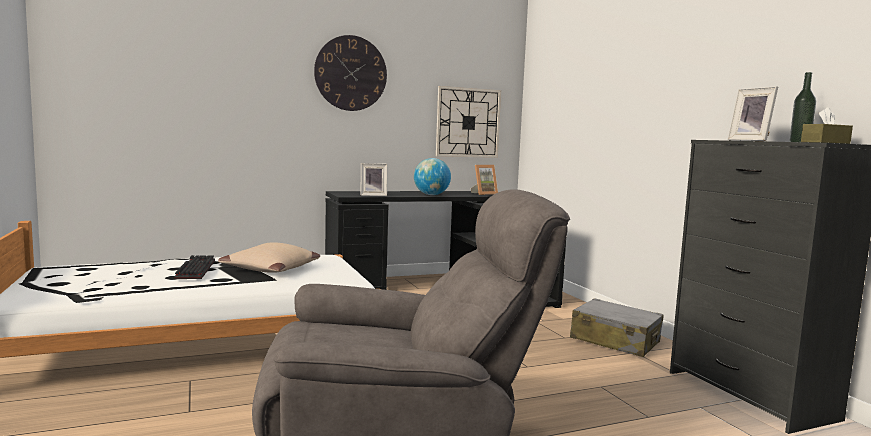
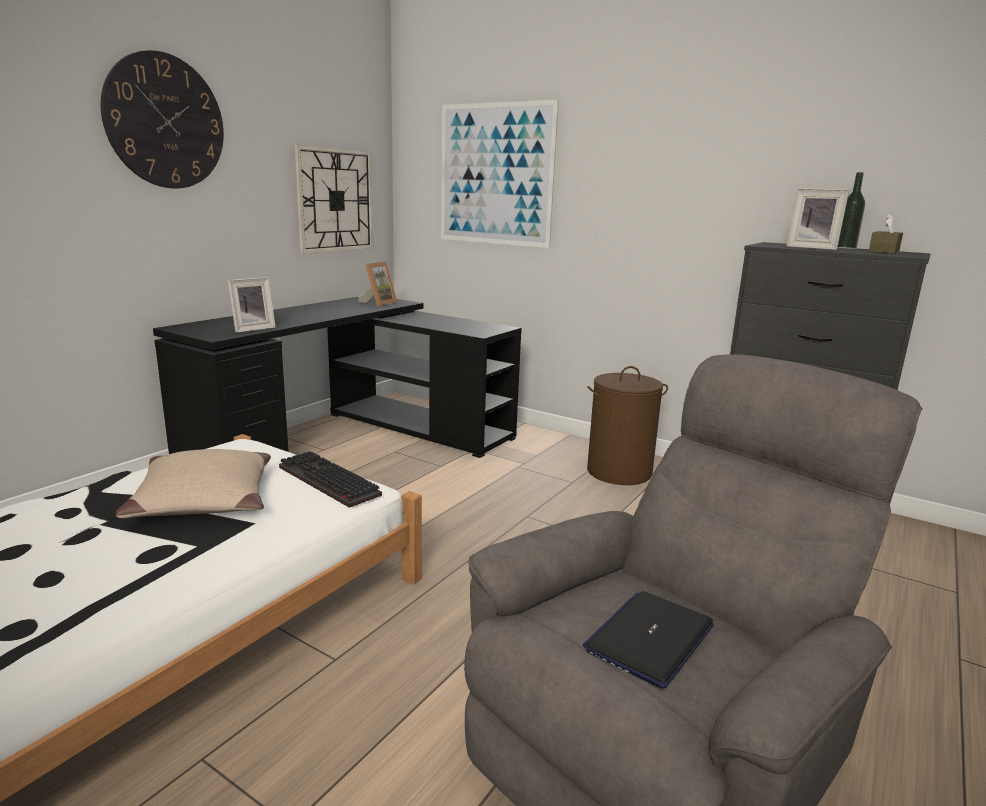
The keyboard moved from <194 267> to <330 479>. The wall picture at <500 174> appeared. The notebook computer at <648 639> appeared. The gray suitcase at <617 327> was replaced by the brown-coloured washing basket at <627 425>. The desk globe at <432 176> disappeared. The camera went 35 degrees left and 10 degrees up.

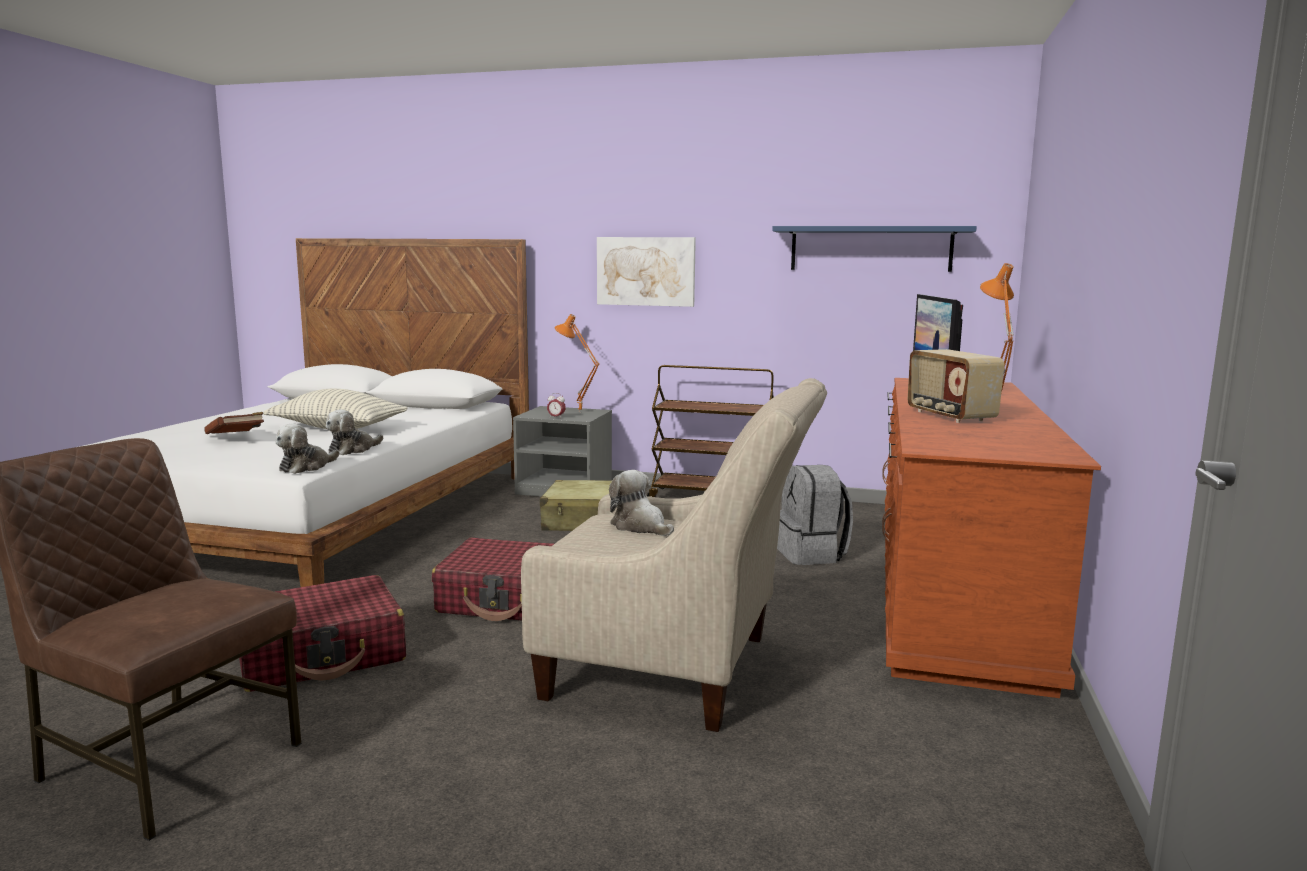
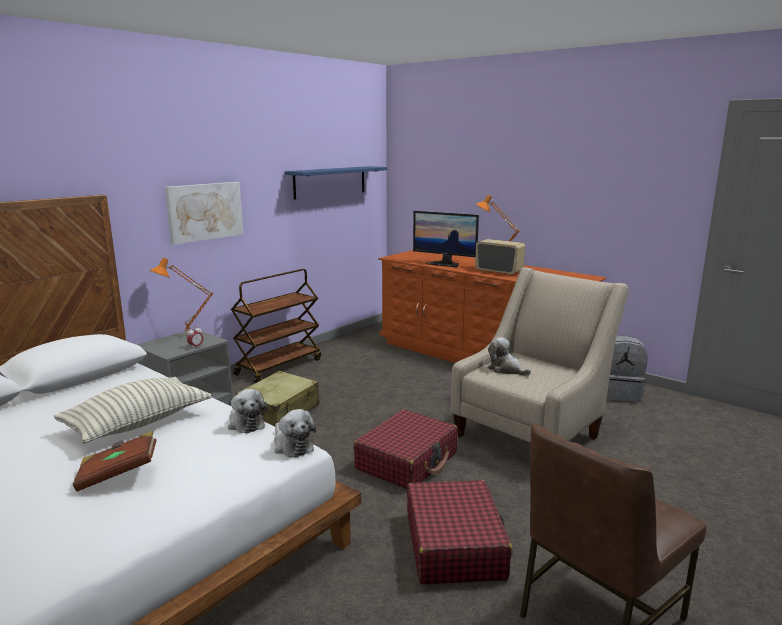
The radio set at <956 386> turned 150 degrees counterclockwise. The cuddly toy at <641 503> turned 60 degrees clockwise. The gray knapsack moved from <815 515> to <627 369>. The camera went 65 degrees left and 5 degrees up.

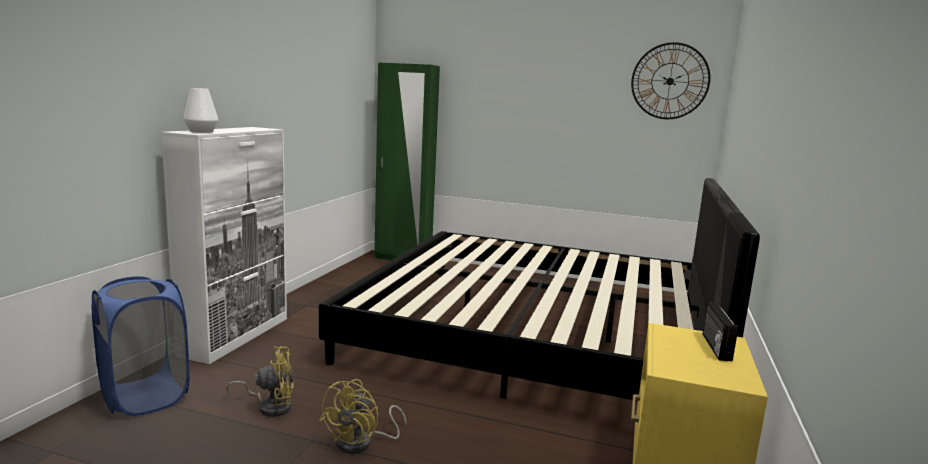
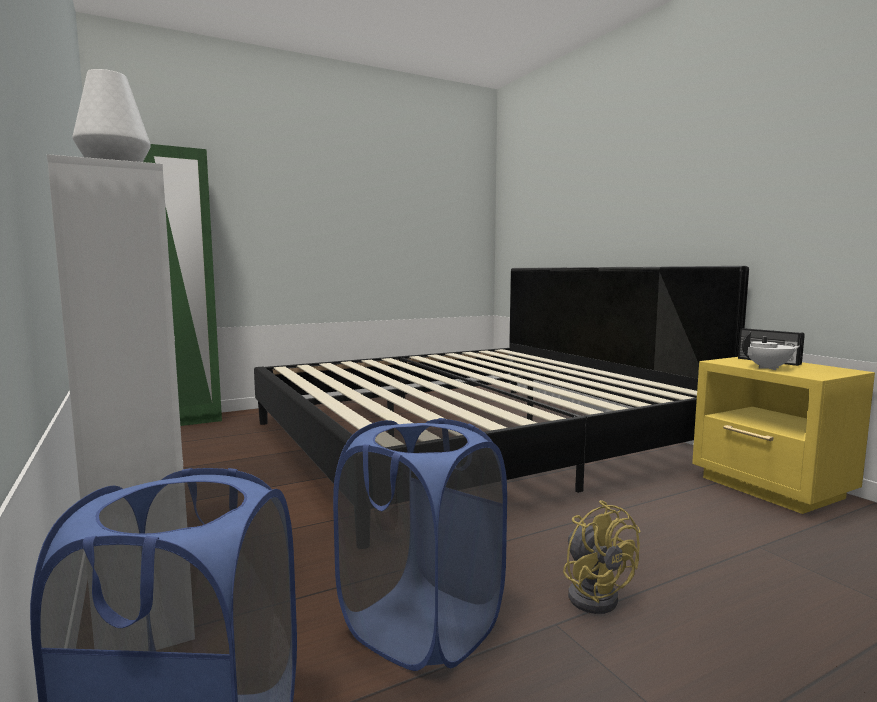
The yellow electric fan at <260 381> was replaced by the blue washing basket at <420 544>. The white-coloured tea pot at <771 351> appeared. The hanging clock at <670 80> disappeared. The camera went 45 degrees left and 5 degrees down.

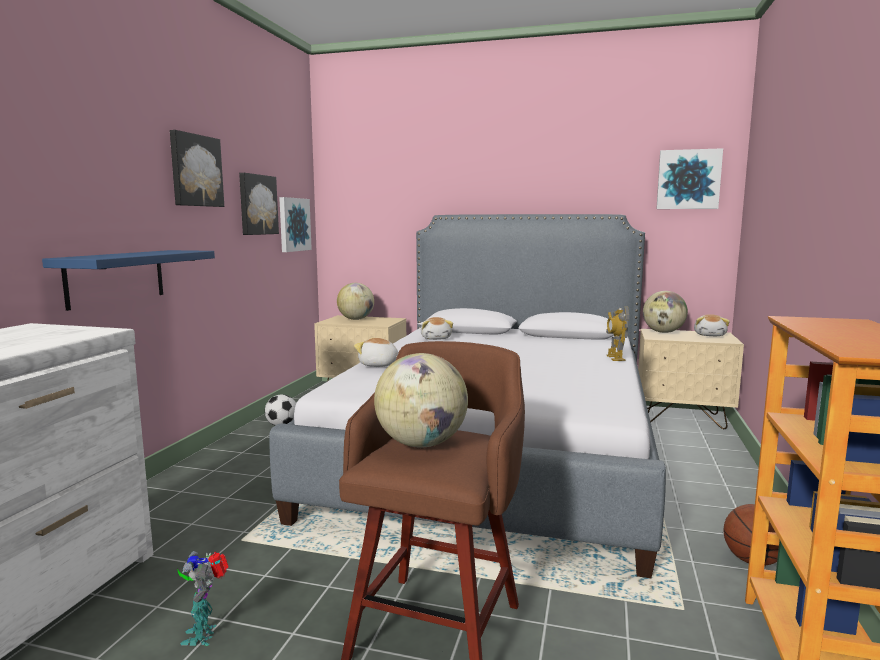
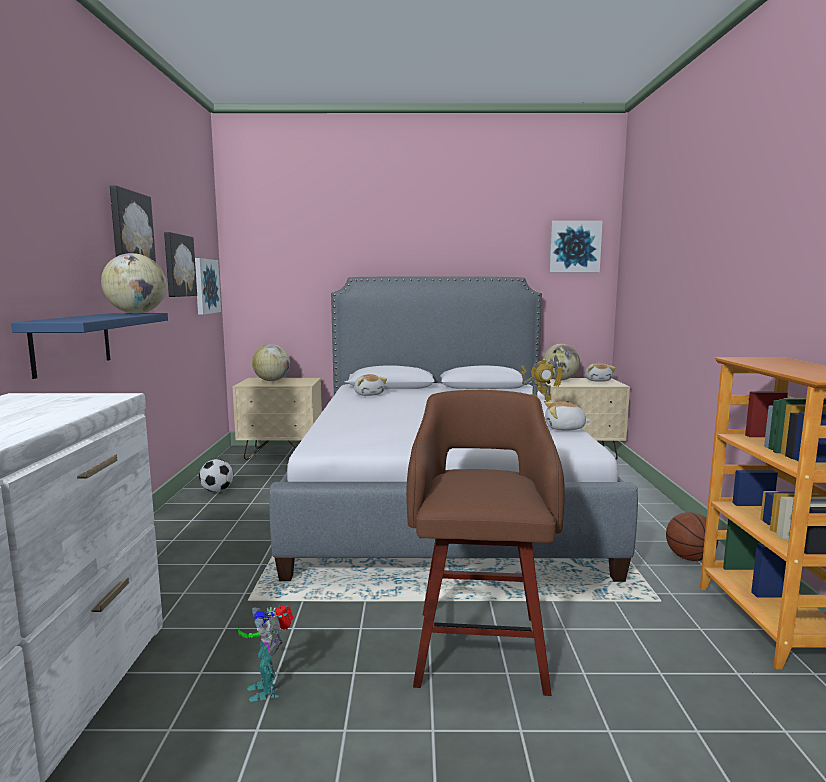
The desk globe moved from <421 400> to <134 283>. The robot figure at <617 333> turned 75 degrees counterclockwise. The cuddly toy moved from <376 352> to <568 416>. The camera went 15 degrees left and 0 degrees up.

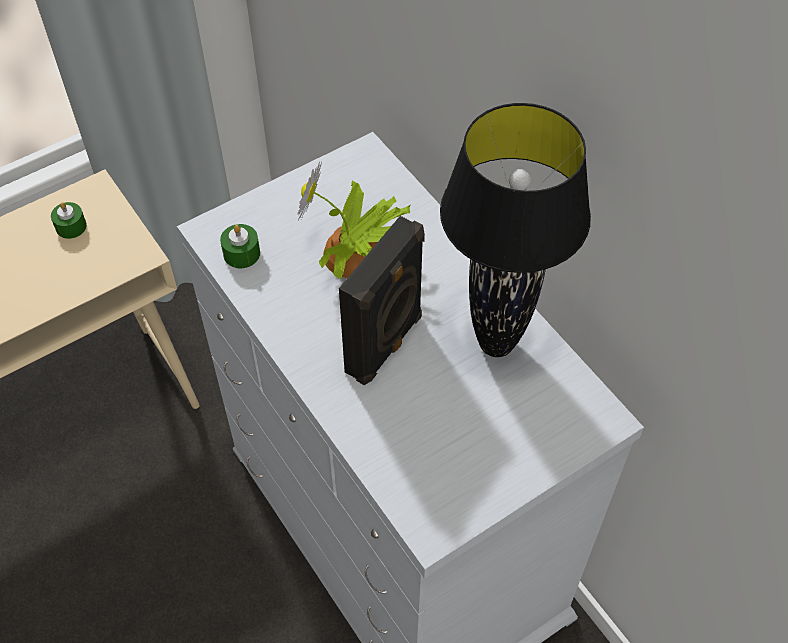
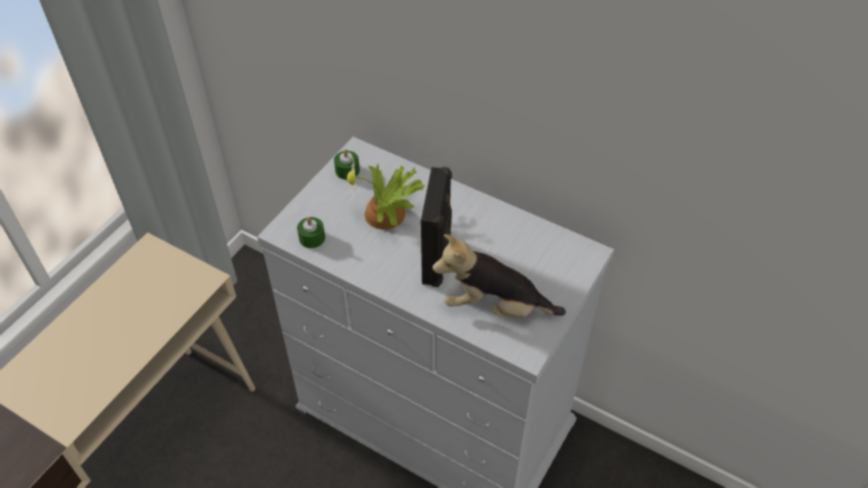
The greenish candle moved from <69 220> to <347 164>. The cuddly toy at <499 276> appeared. The black table lamp at <515 230> disappeared. The camera went 25 degrees left and 5 degrees down.

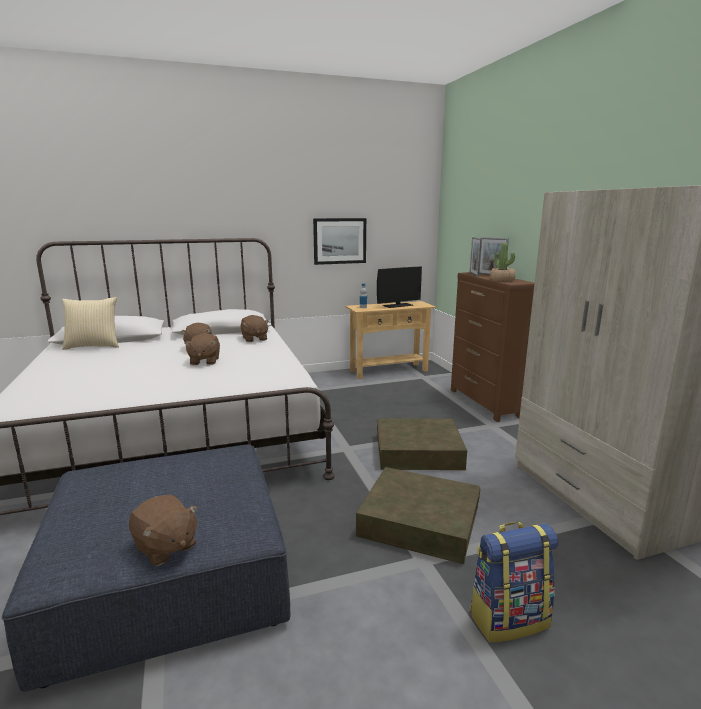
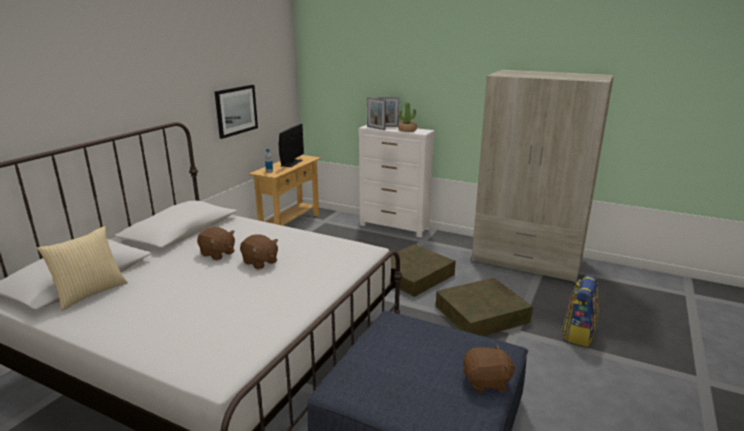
The brown-coloured drawer chest at <492 347> became the white-coloured drawer chest at <396 181>. The brown-coloured cuddly toy at <254 328> disappeared. The camera went 45 degrees left and 5 degrees up.

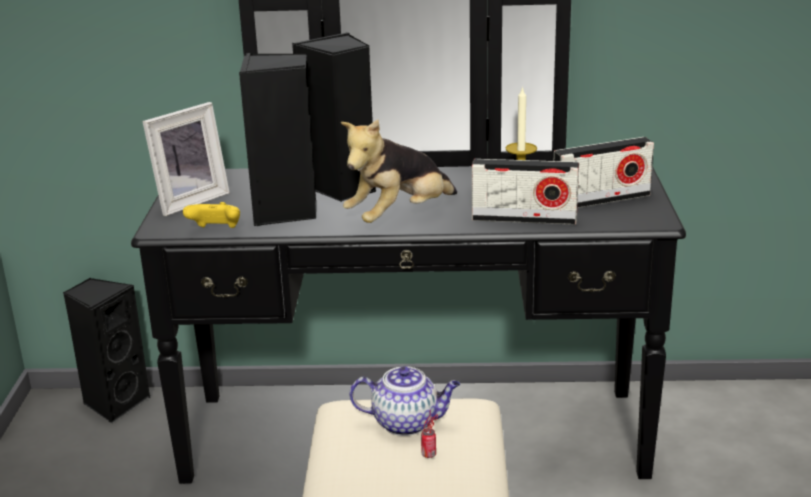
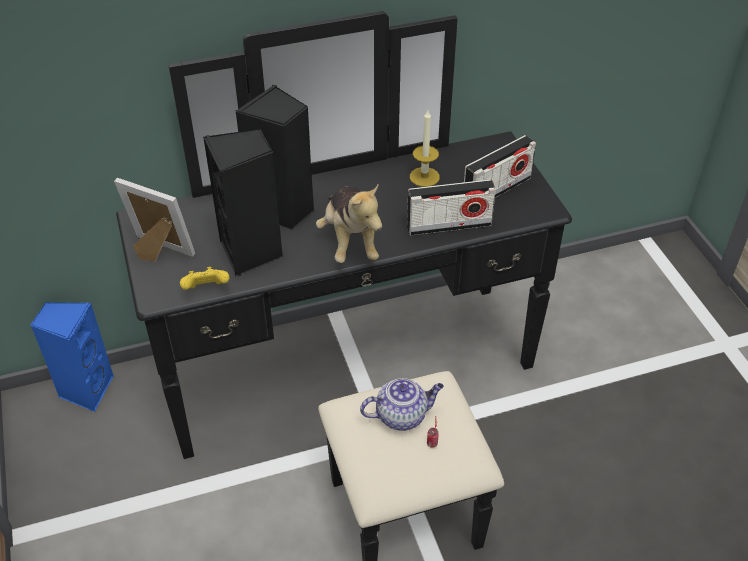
The black speaker at <107 350> became the blue speaker at <72 357>. The picture frame at <186 159> turned 90 degrees counterclockwise. The cuddly toy at <399 171> turned 45 degrees counterclockwise. The camera went 20 degrees left and 20 degrees up.

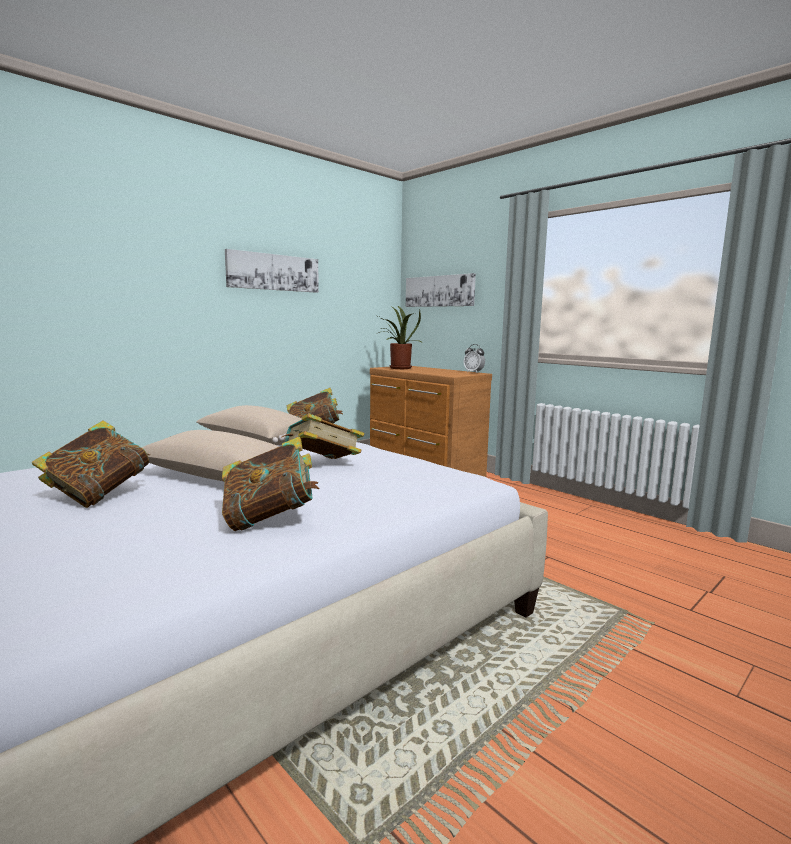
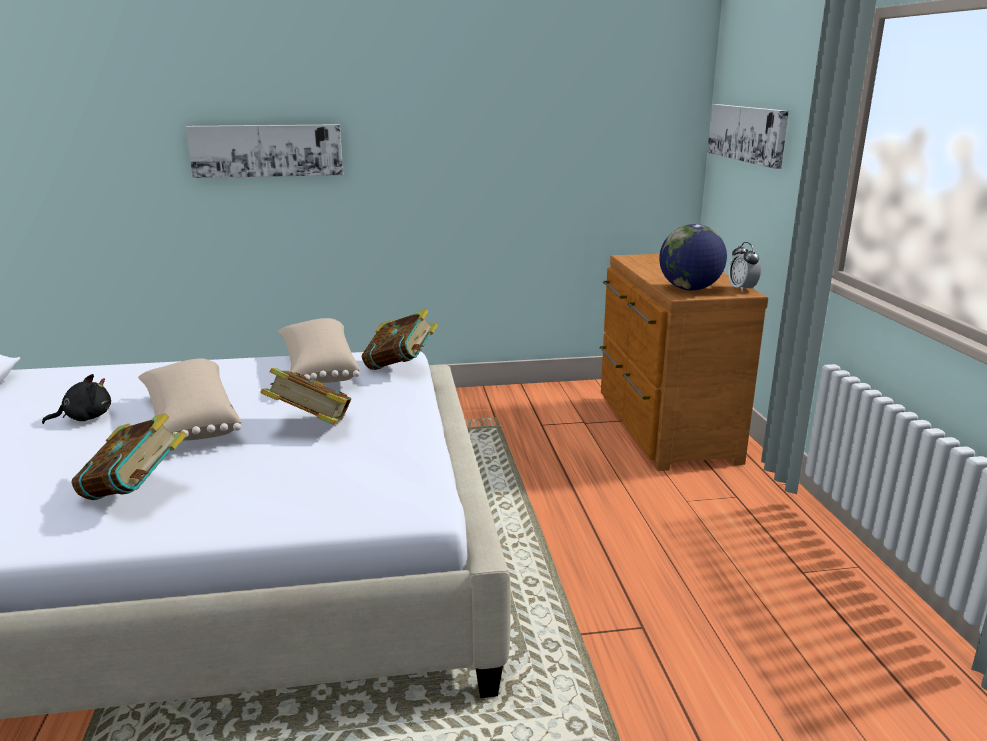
The book at <91 464> was replaced by the black cuddly toy at <76 399>. The wall picture moved from <272 271> to <264 151>. The desk globe at <693 257> appeared. The houseplant at <400 337> disappeared. The camera went 35 degrees right and 10 degrees up.

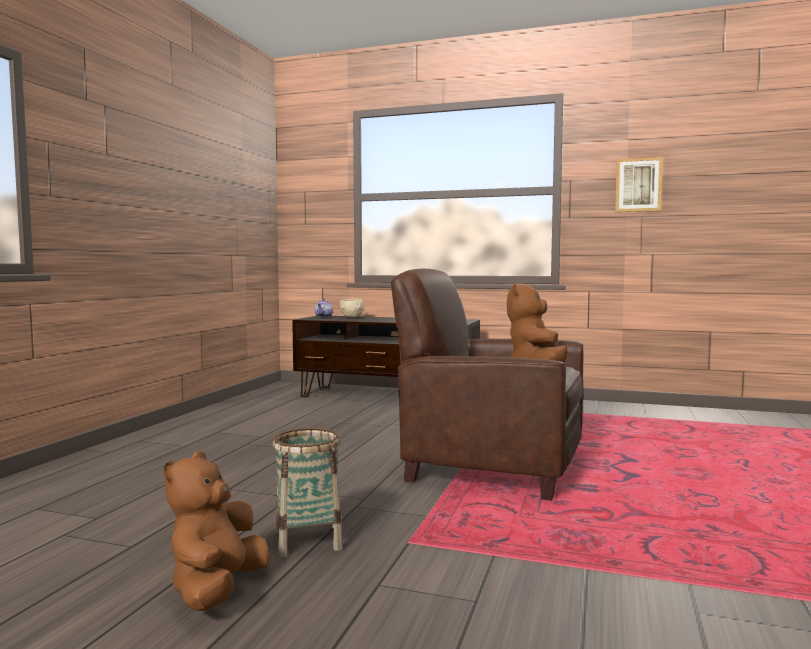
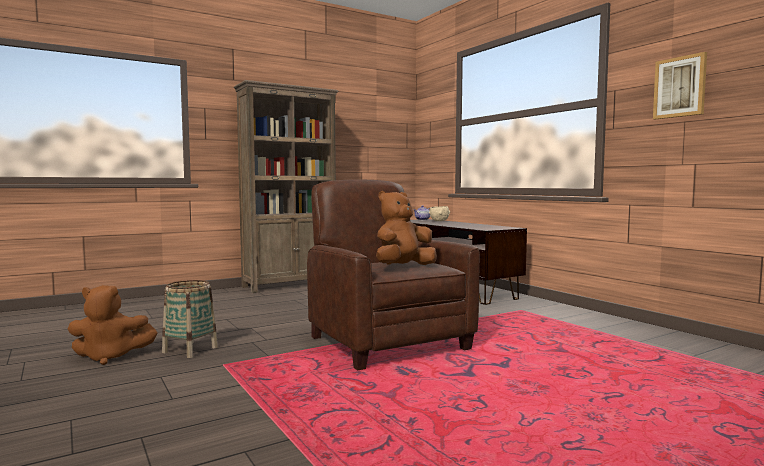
The brown-coloured cuddly toy at <217 531> turned 150 degrees counterclockwise. The brown-coloured shelving unit at <286 186> appeared. The camera went 40 degrees right and 0 degrees up.

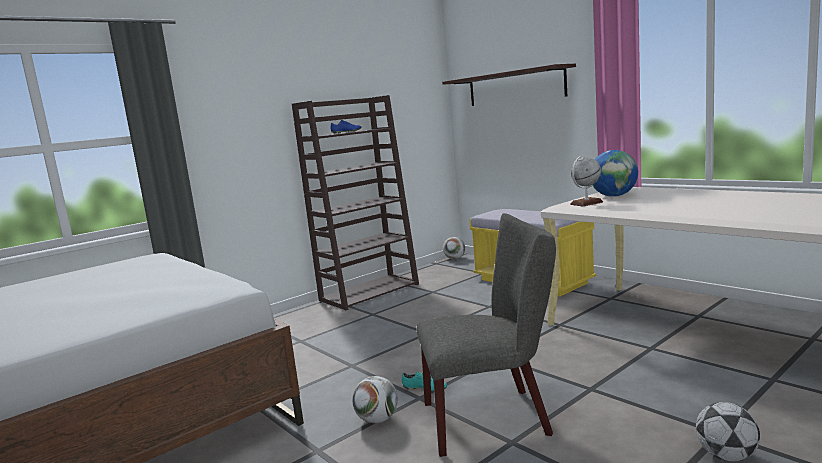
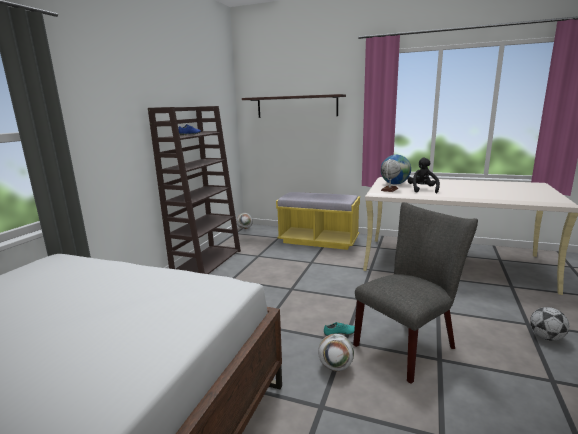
The black cuddly toy at <423 175> appeared. The camera went 30 degrees left and 5 degrees up.

